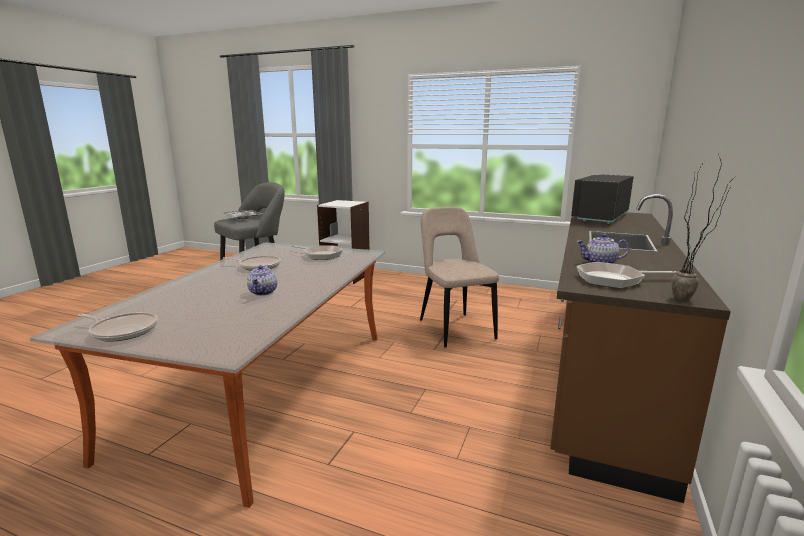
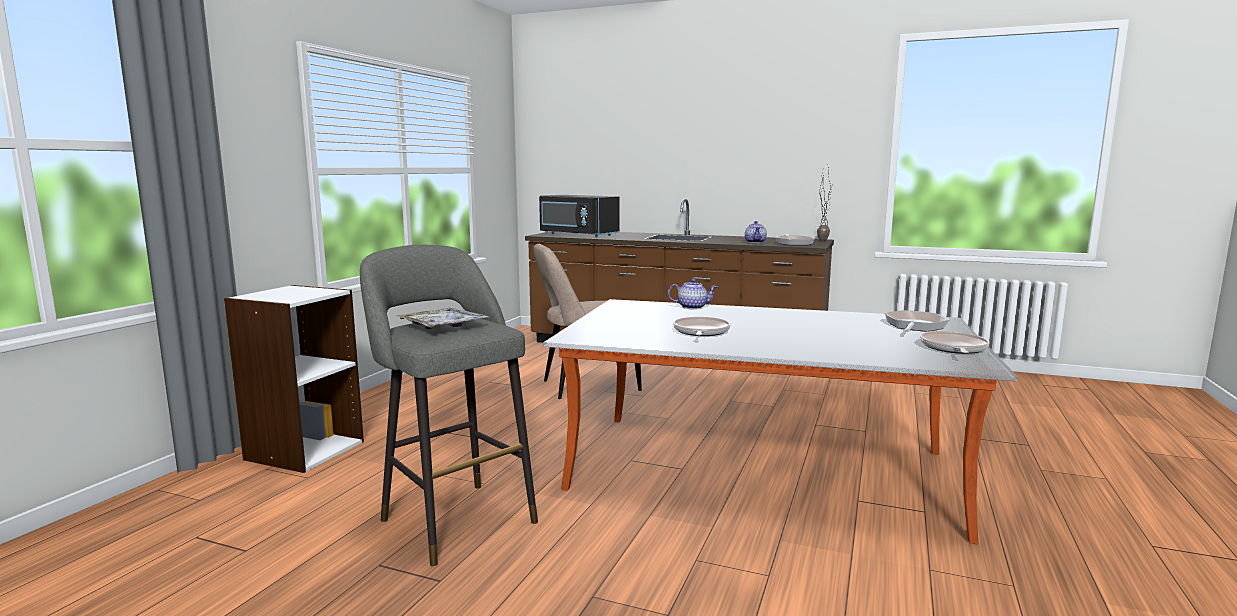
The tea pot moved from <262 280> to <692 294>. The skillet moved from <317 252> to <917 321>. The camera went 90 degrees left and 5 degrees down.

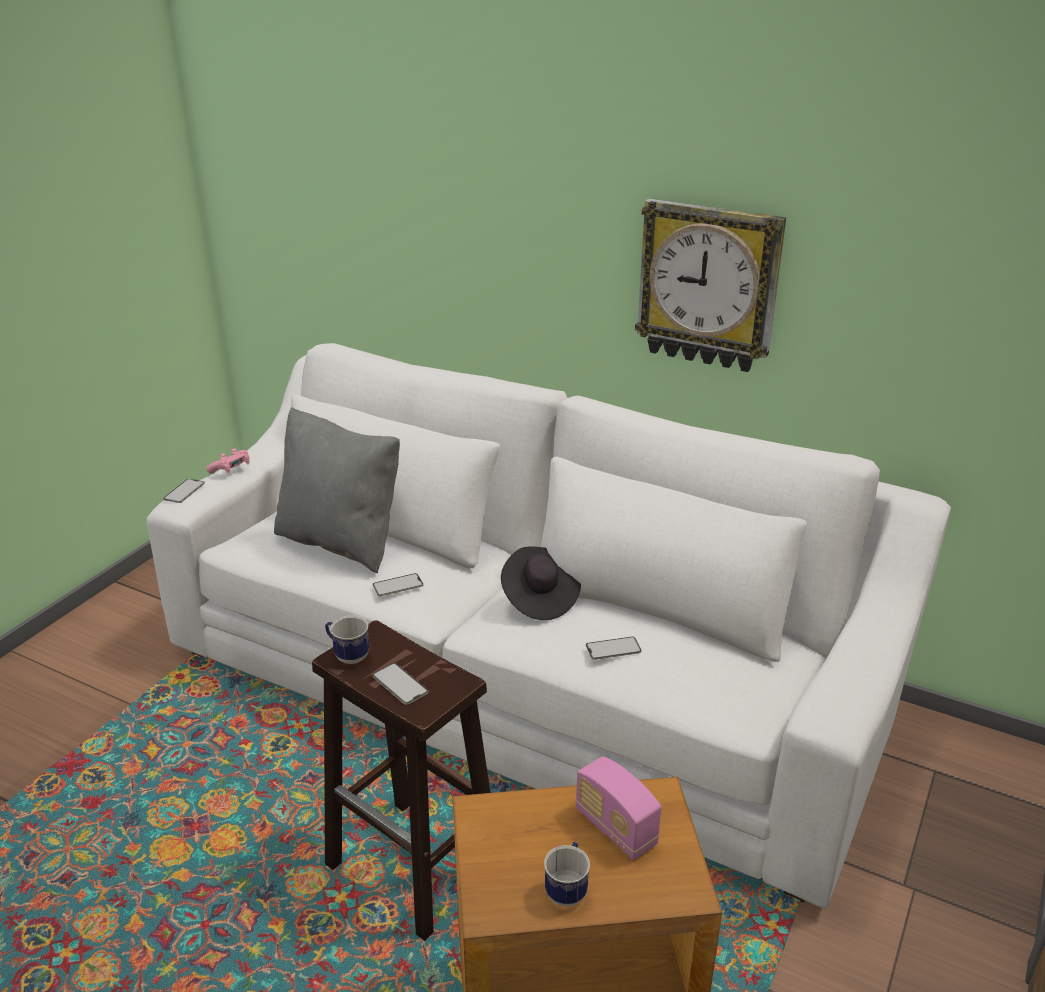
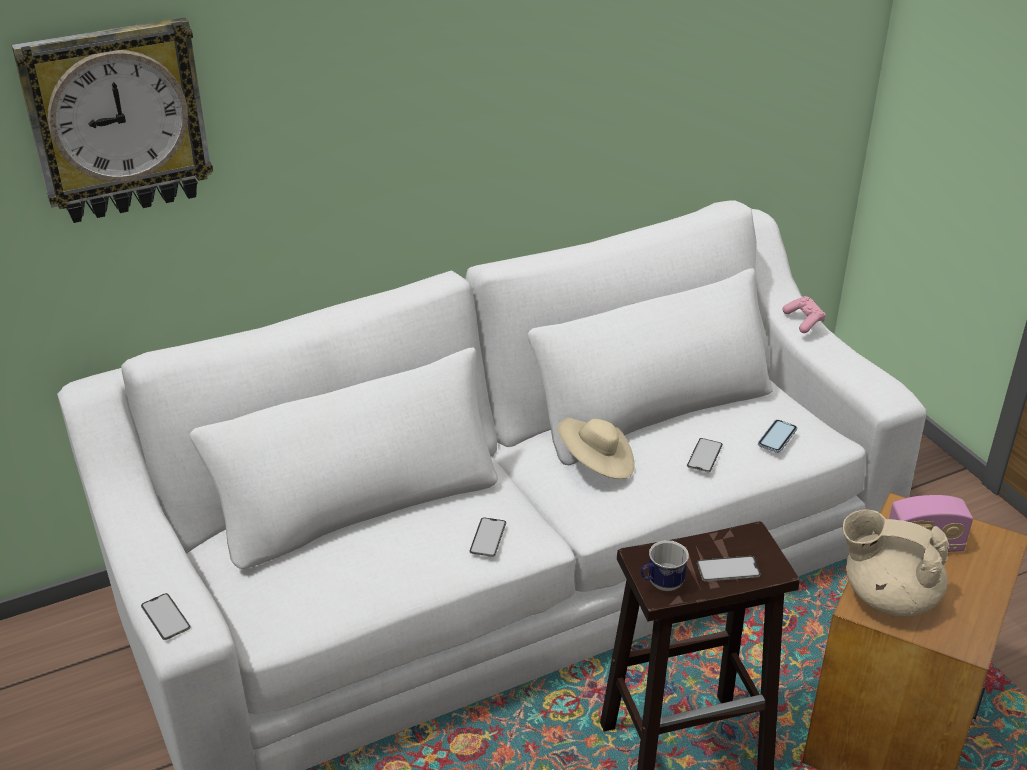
The hanging clock moved from <710 285> to <112 120>. The black hat at <541 583> became the beige hat at <596 448>. The phone at <777 436> appeared. The pinkish gamepad moved from <227 461> to <804 314>. The beige tea pot at <895 562> appeared. The gray cushion at <337 490> disappeared. The coffee mug at <567 874> disappeared. The camera went 55 degrees left and 5 degrees up.

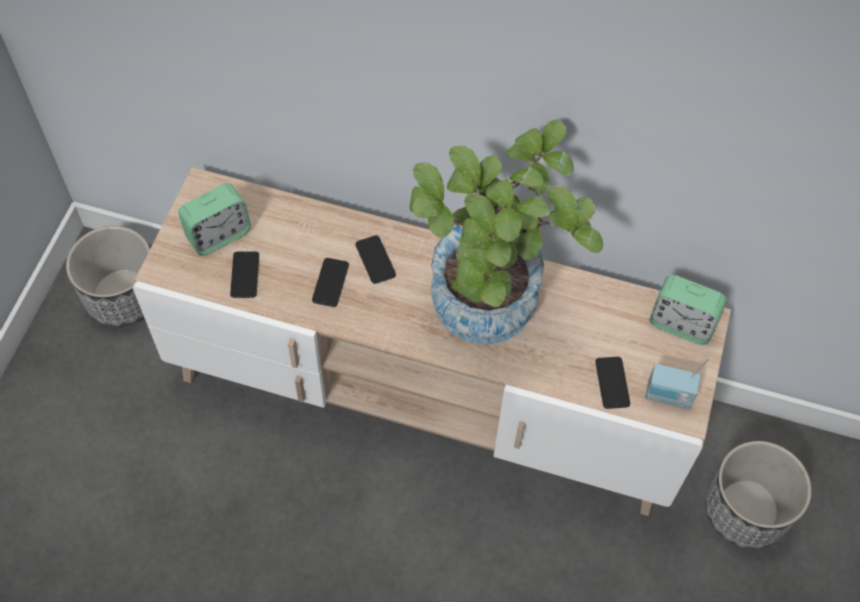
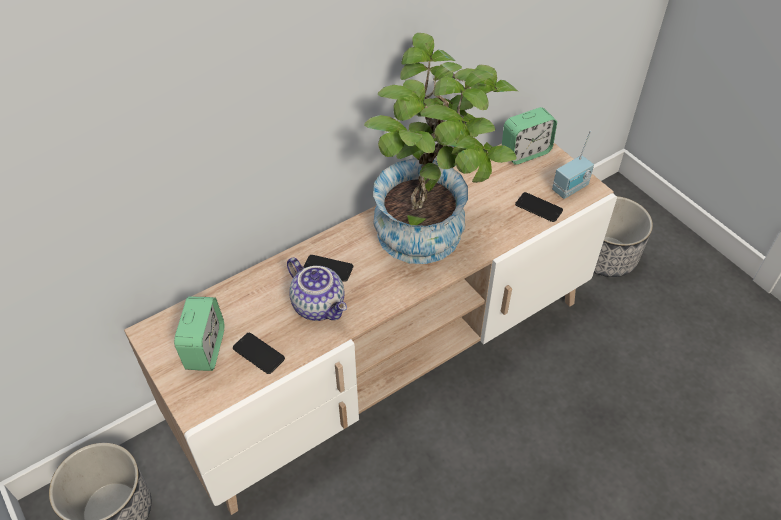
The phone at <330 282> was replaced by the tea pot at <317 289>. The camera went 50 degrees left and 10 degrees down.

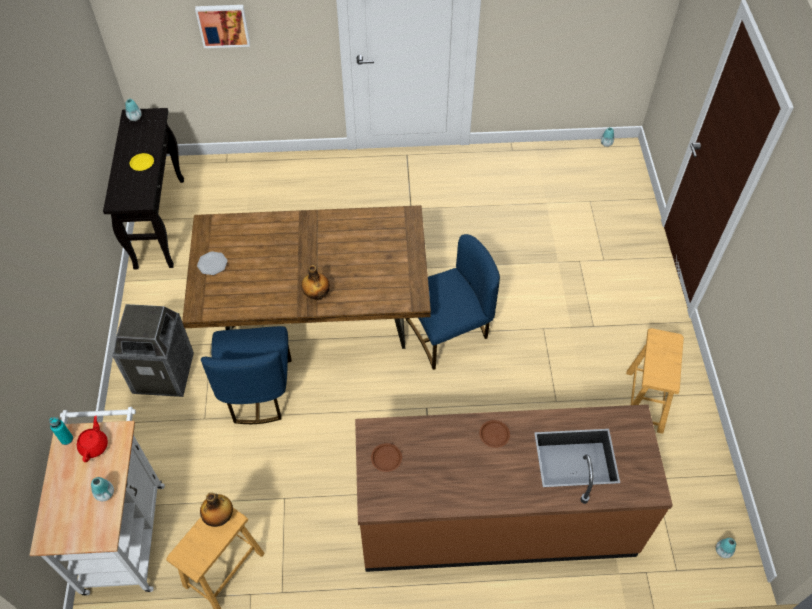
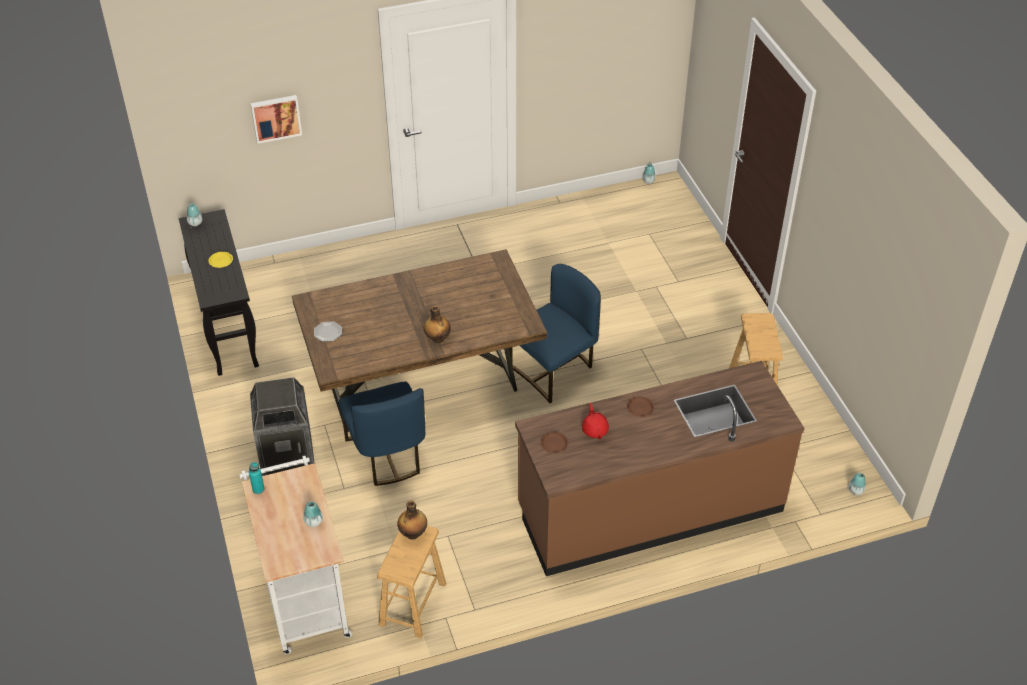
The red tea pot moved from <92 439> to <595 421>. The camera went 15 degrees left and 10 degrees down.

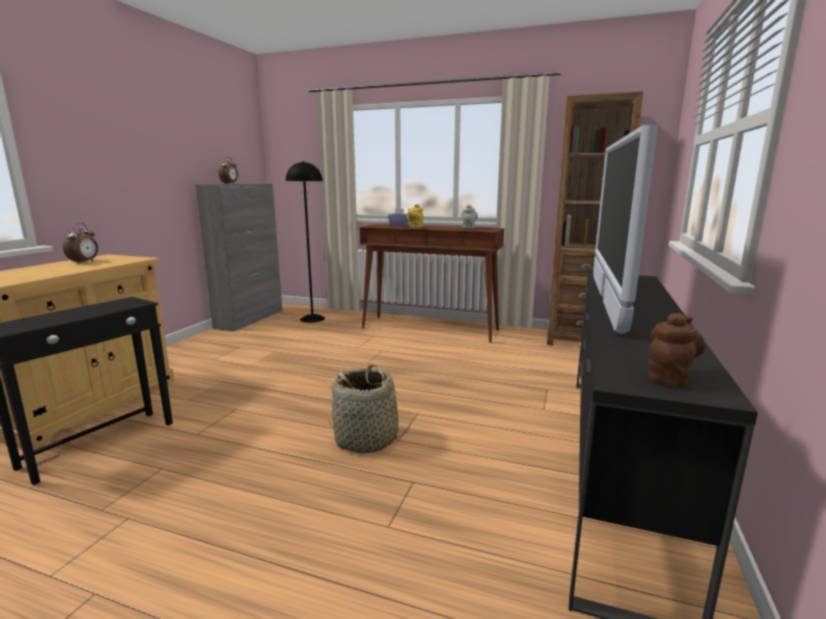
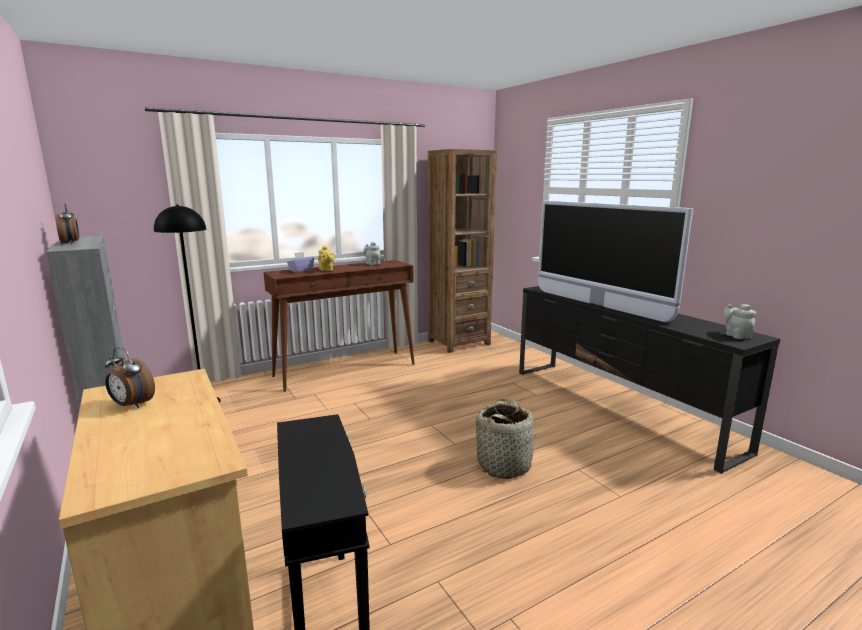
The table clock at <80 243> turned 150 degrees clockwise. The brown-coloured tea pot at <676 350> became the gray tea pot at <739 321>. The camera went 50 degrees left and 0 degrees up.

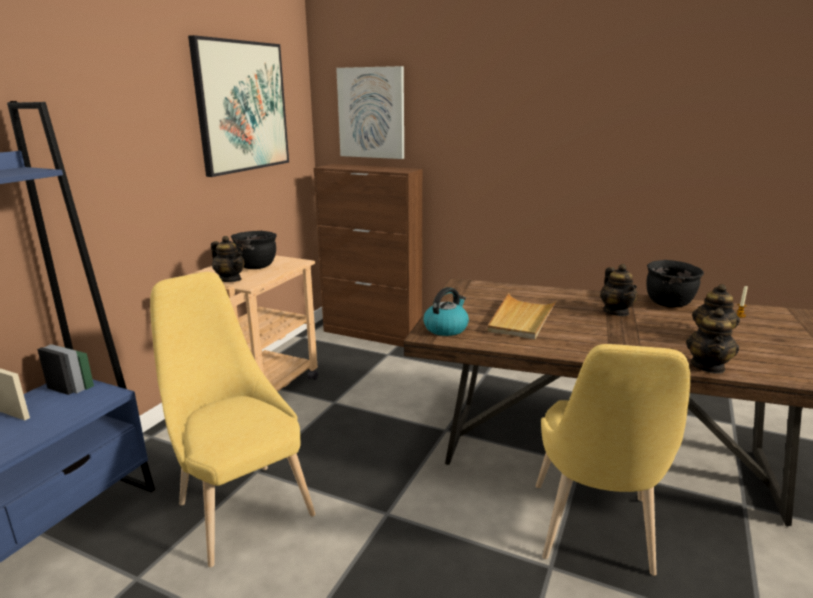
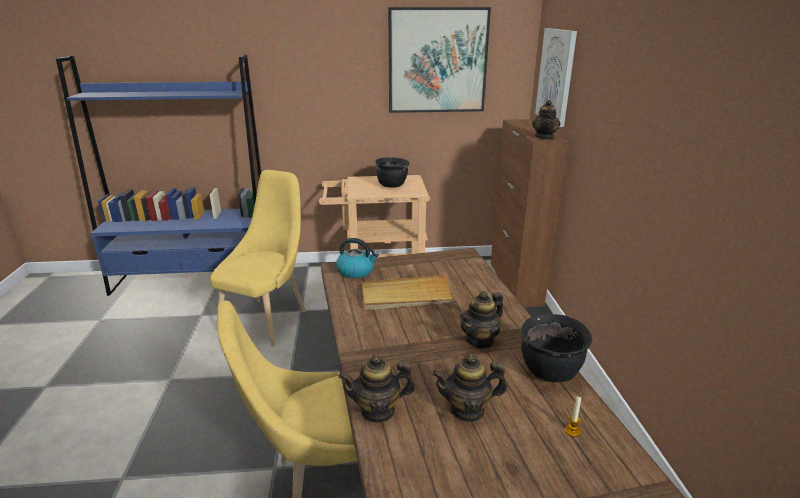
The tea pot moved from <227 259> to <546 119>. The camera went 60 degrees right and 5 degrees up.

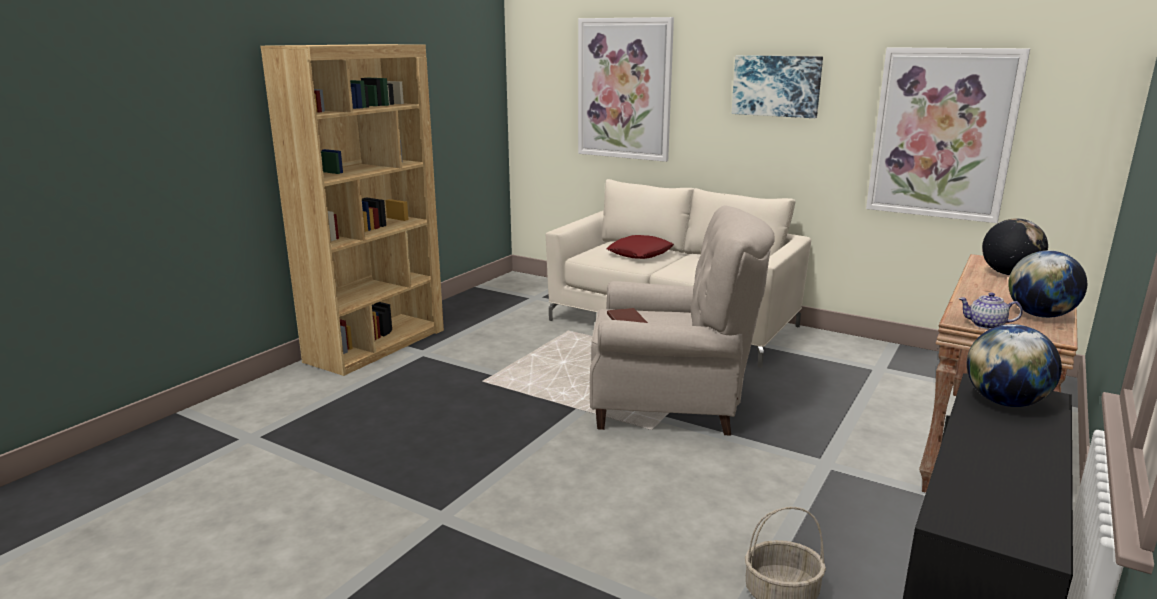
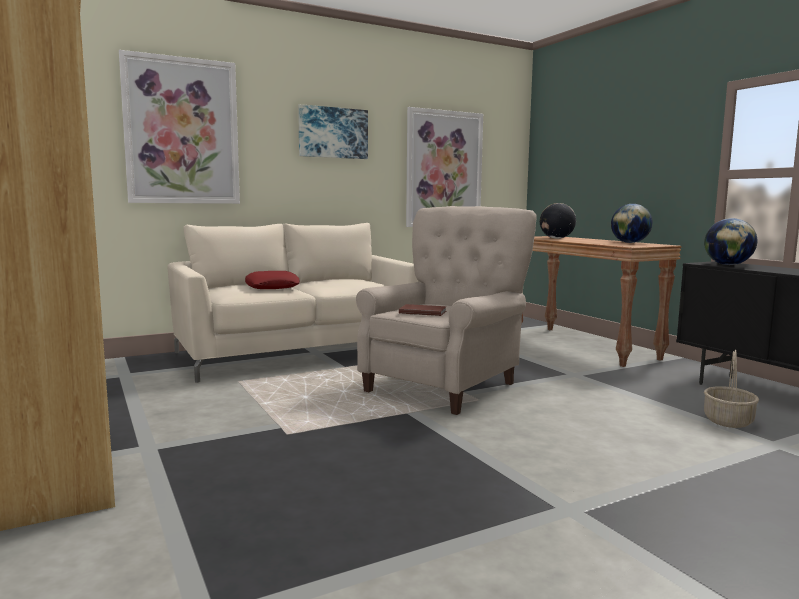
The tea pot at <991 310> disappeared. The camera went 60 degrees left and 10 degrees down.

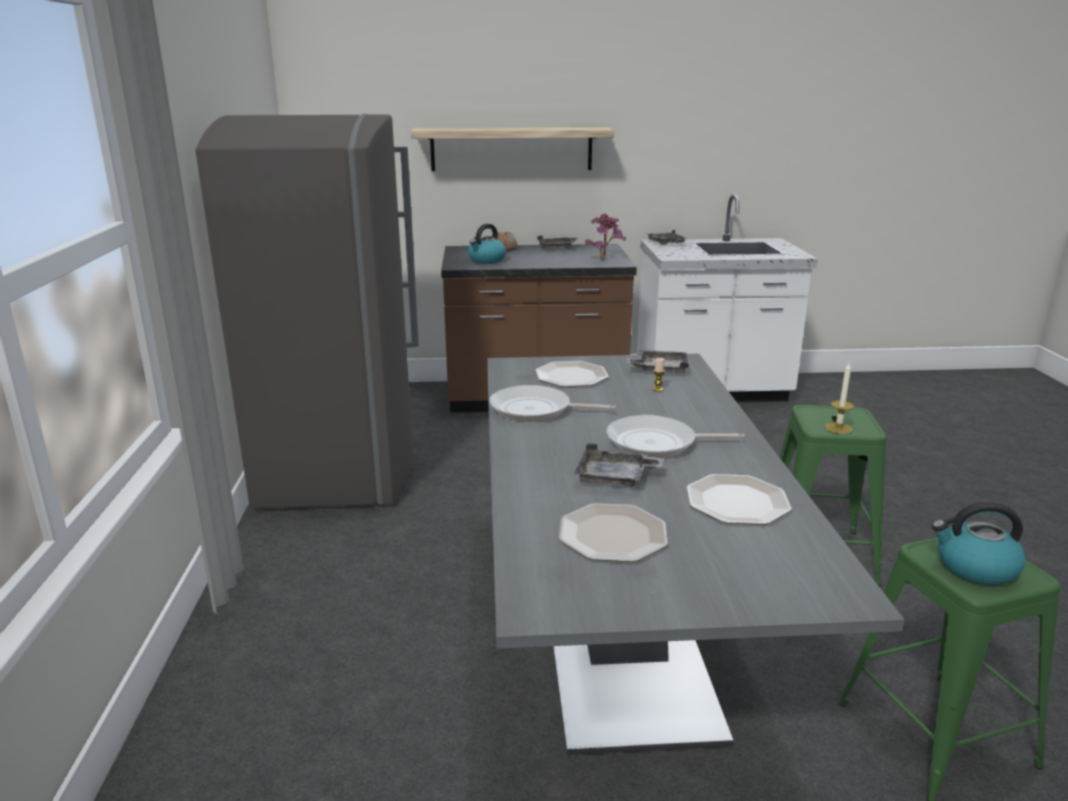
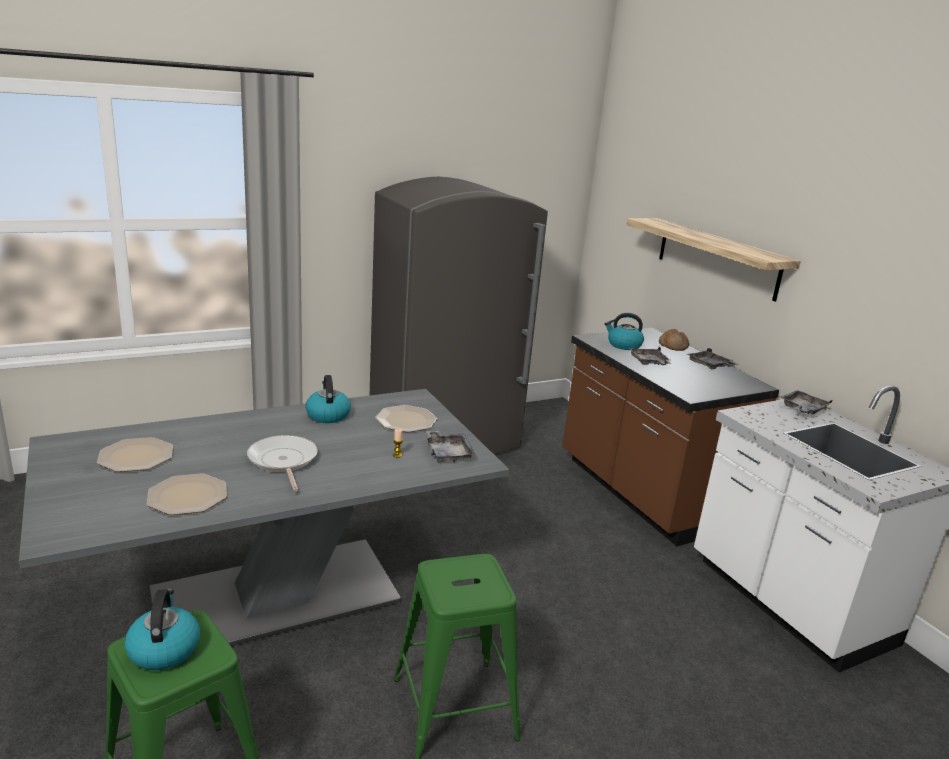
The skillet at <552 403> was replaced by the water kettle at <328 399>. The gray carrying tray moved from <619 465> to <650 356>. The houseplant at <605 237> disappeared. The candle at <839 398> disappeared. The camera went 65 degrees right and 0 degrees up.

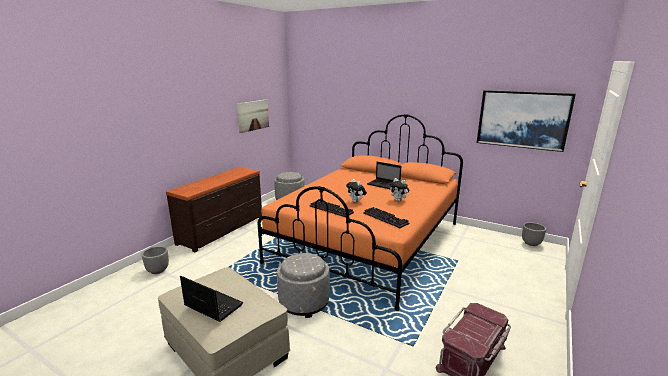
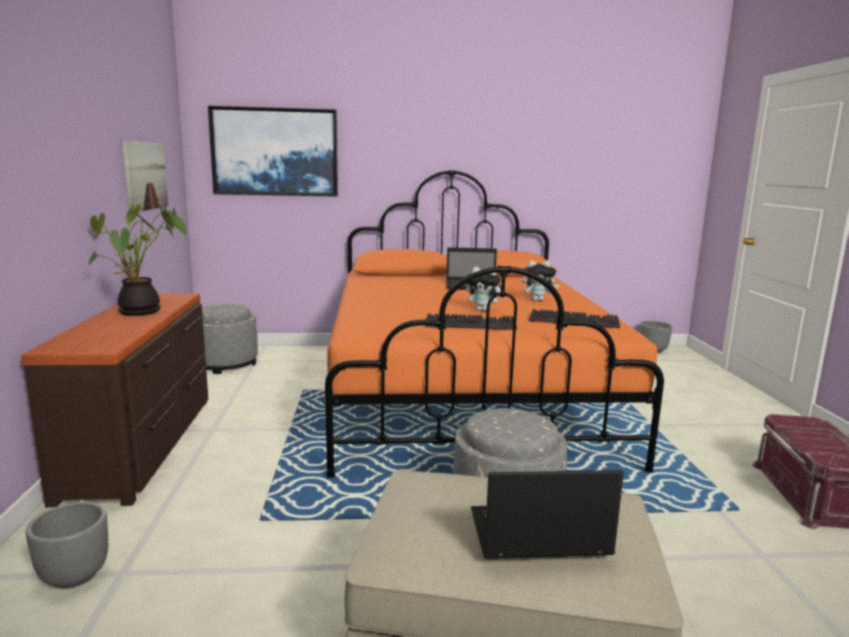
The houseplant at <137 260> appeared. The wall picture moved from <526 121> to <273 151>. The camera went 35 degrees left and 5 degrees down.

